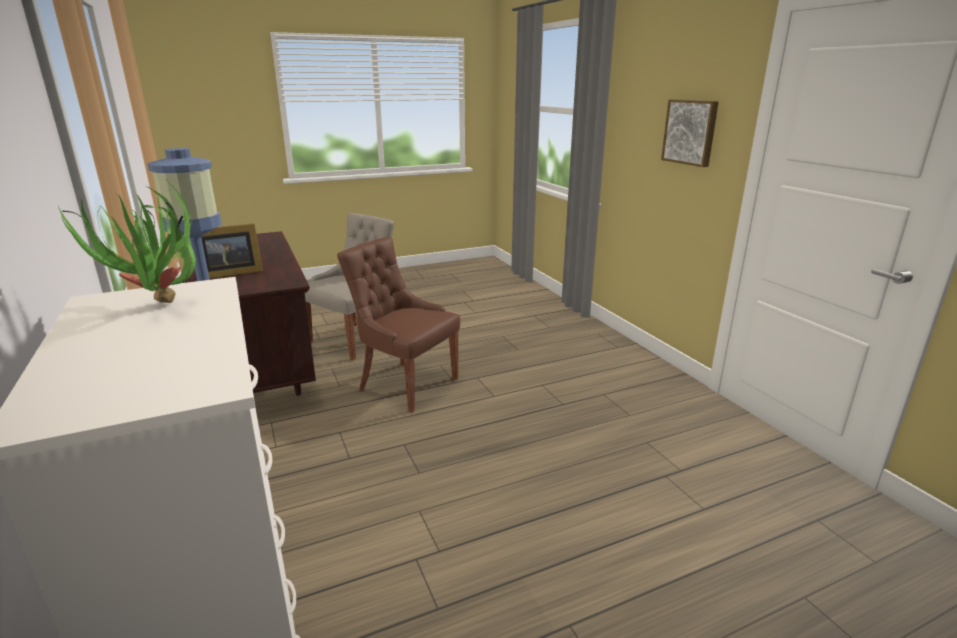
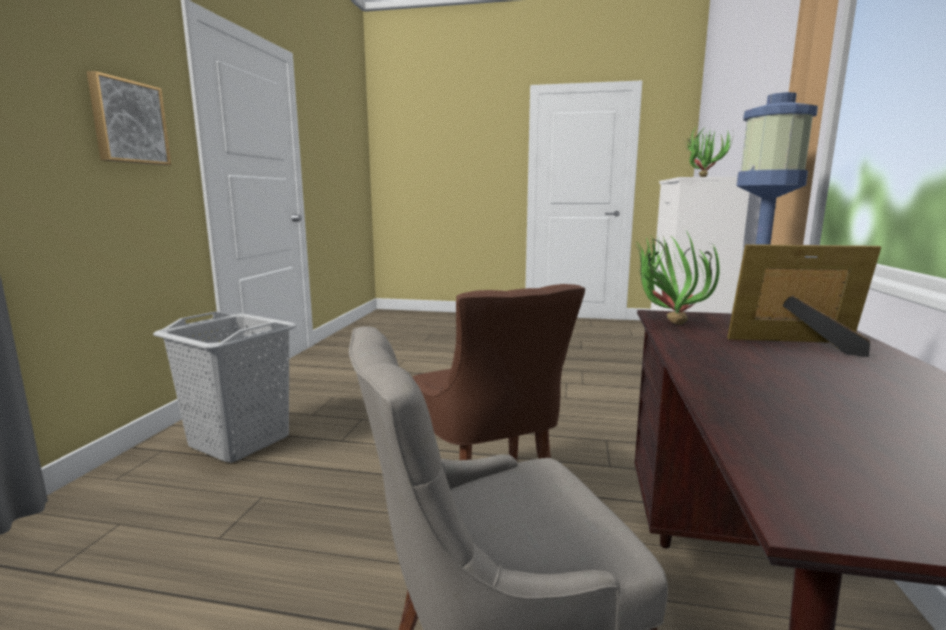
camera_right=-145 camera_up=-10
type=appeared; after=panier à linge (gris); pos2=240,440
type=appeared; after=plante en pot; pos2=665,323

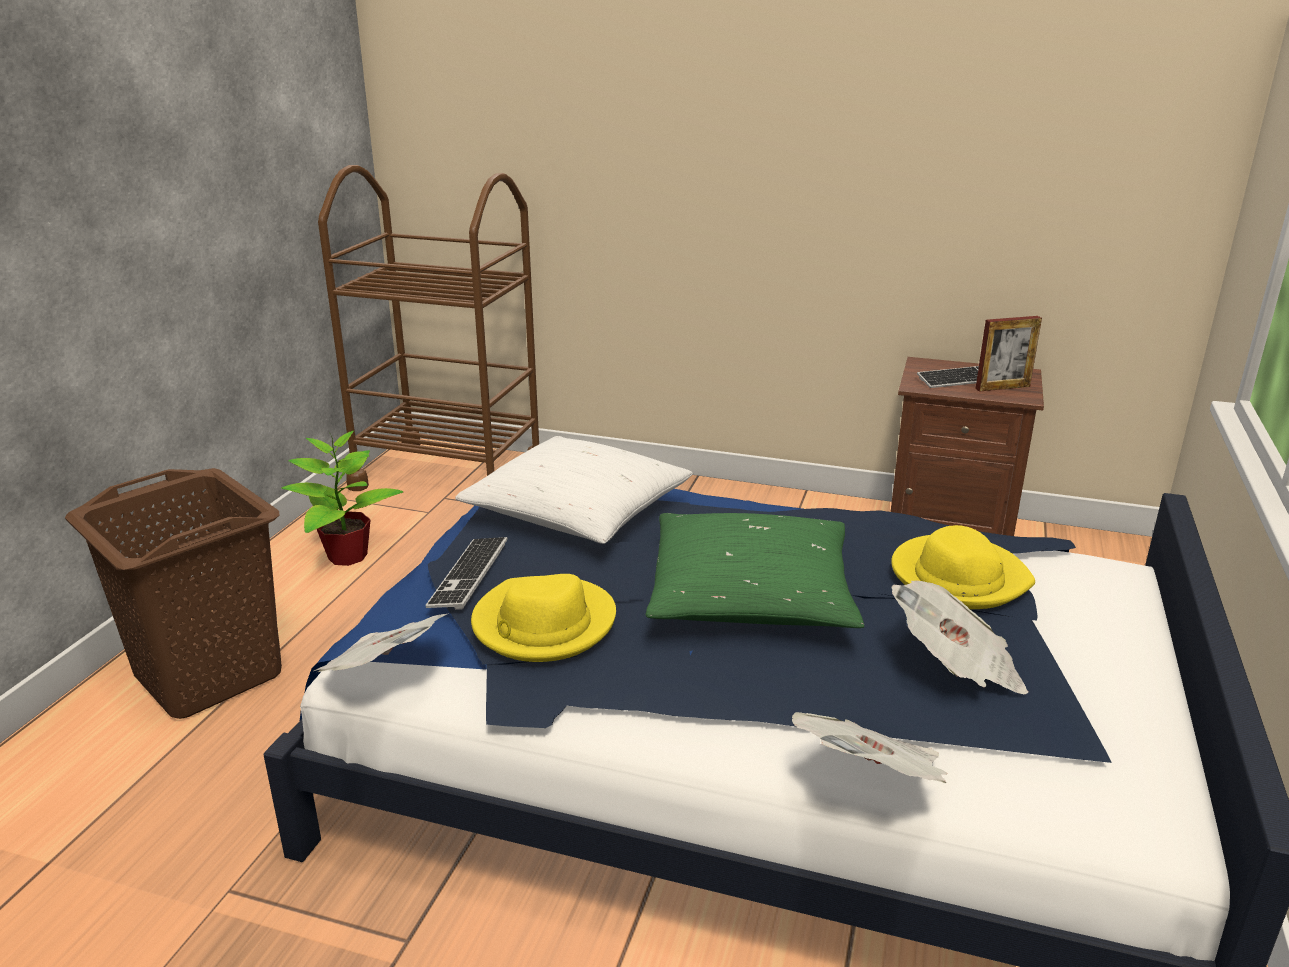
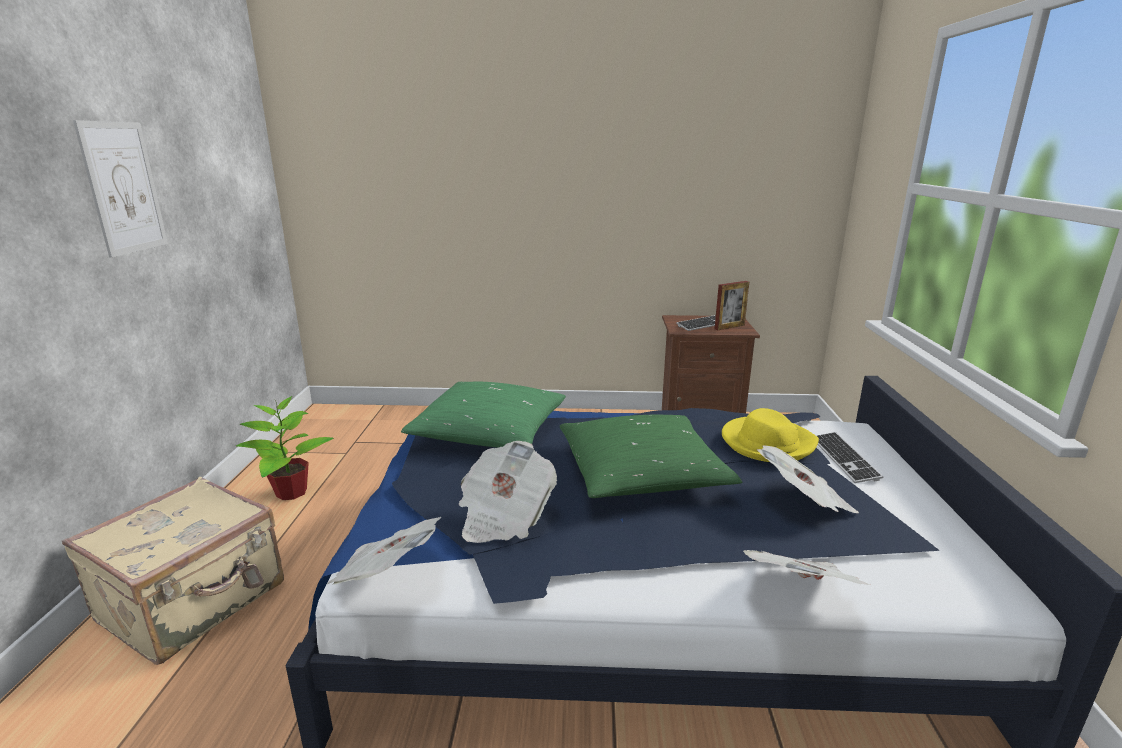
camera_right=-15 camera_up=-5
type=exchanged; before=panier à linge (marron); after=valise (beige); pos1=209,673; pos2=195,602
type=appeared; after=tableau; pos2=123,188
type=colour; before=coussin (blanc); after=coussin (vert); pos1=578,511; pos2=489,432
type=exchanged; before=chapeau (jaune); after=journal; pos1=543,624; pos2=504,516
type=relocated; before=clavier; pos1=469,575; pos2=844,459
type=missing; before=chariot (marron); pos1=449,475

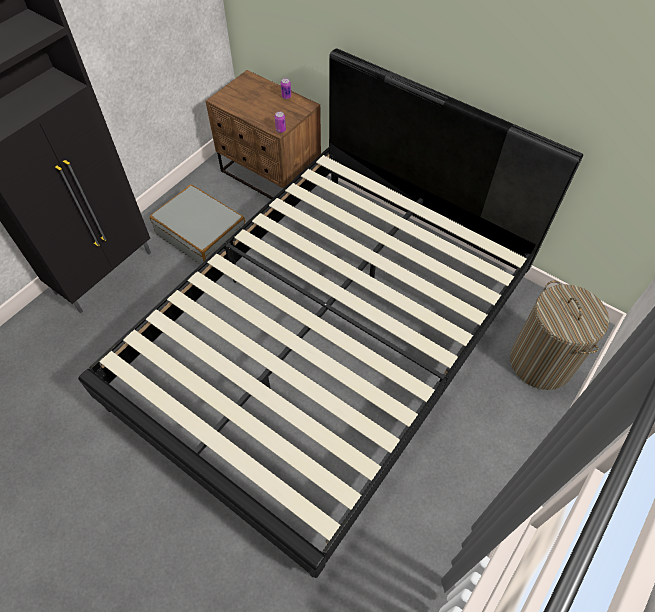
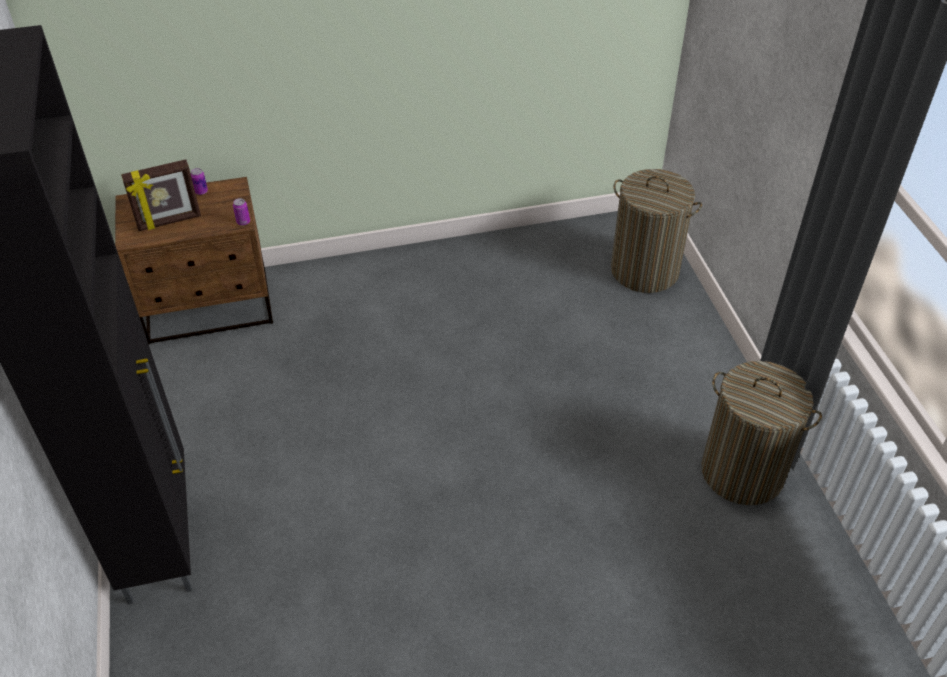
camera_right=-50 camera_up=-10
type=appeared; after=cadre photo; pos2=169,222
type=appeared; after=panier à linge; pos2=742,472
type=missing; before=lit (noir); pos1=328,341
type=missing; before=valise (gris); pos1=202,234

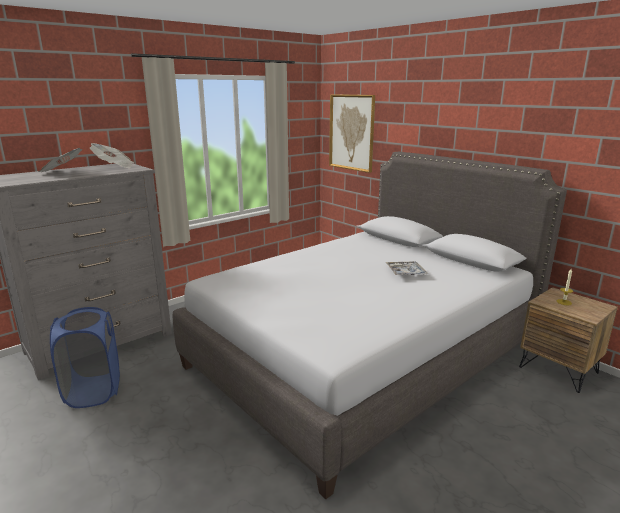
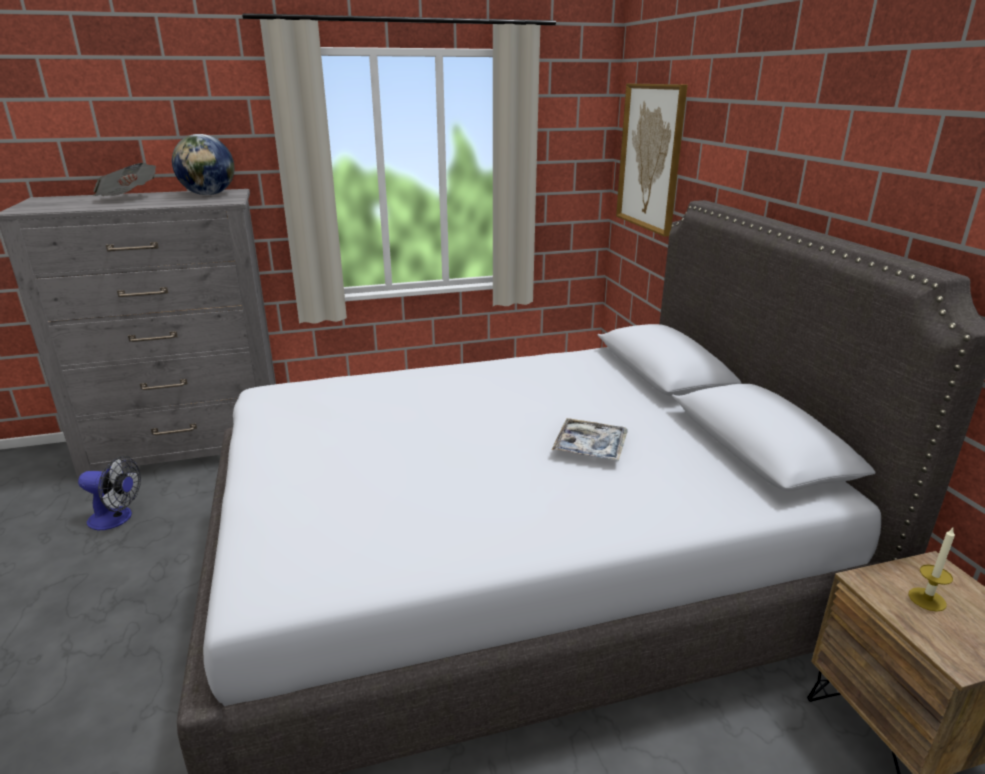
camera_right=25 camera_up=5
type=exchanged; before=panier à linge (bleu); after=ventilateur; pos1=93,391; pos2=117,519
type=exchanged; before=journal; after=globe; pos1=114,166; pos2=209,194

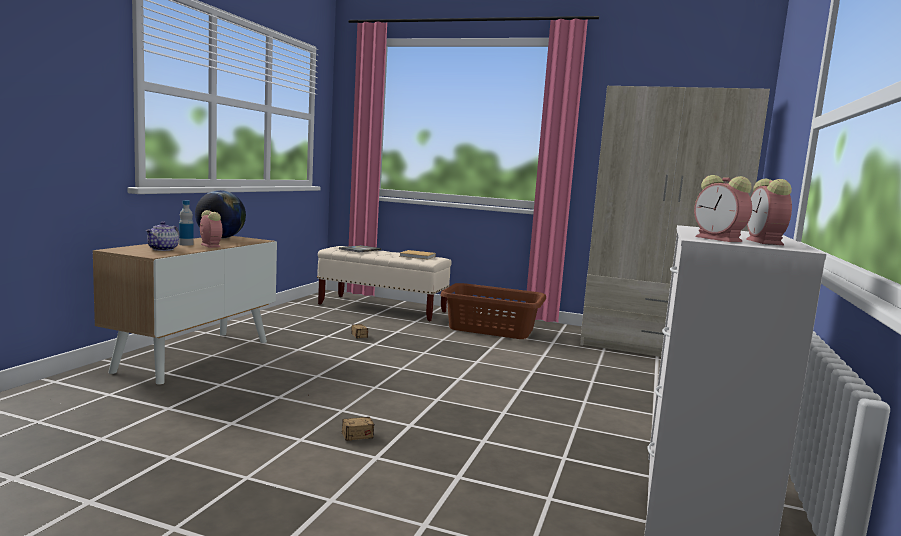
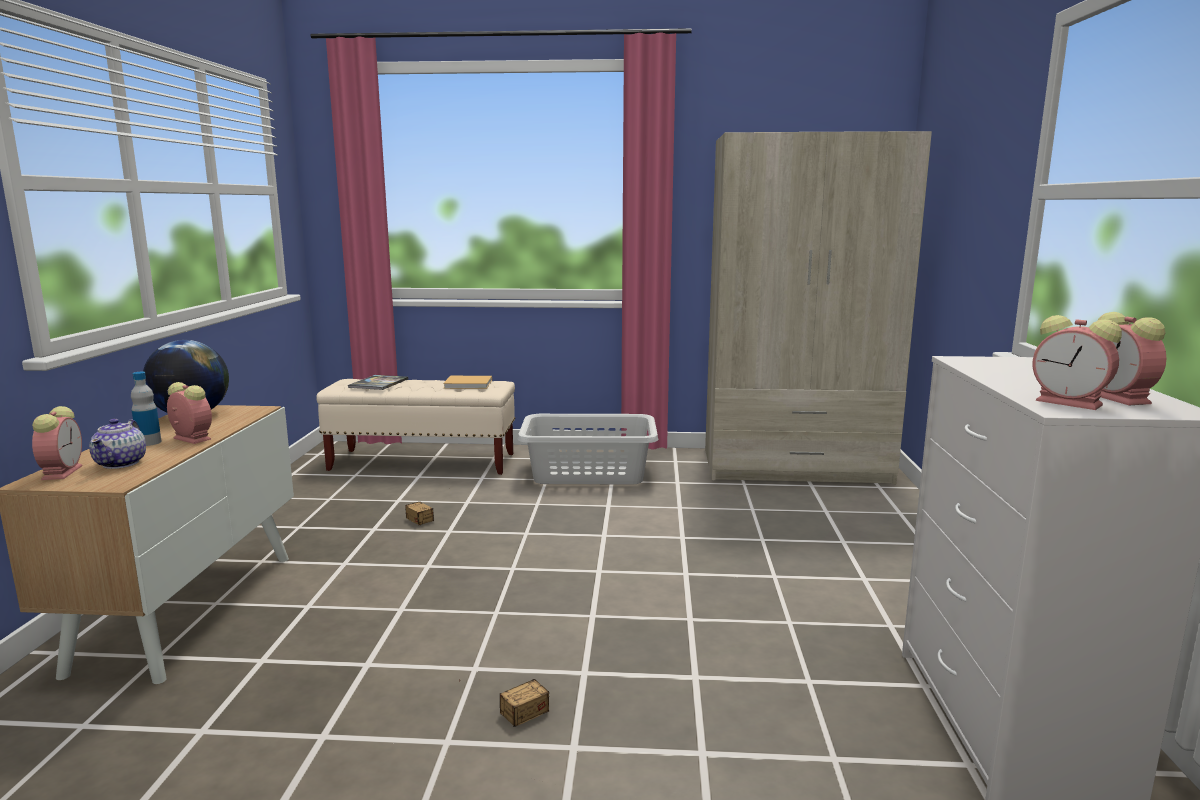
camera_right=-15 camera_up=5
type=appeared; after=réveil; pos2=62,472
type=colour; before=panier à linge (marron); after=panier à linge (gris); pos1=491,328; pos2=588,473

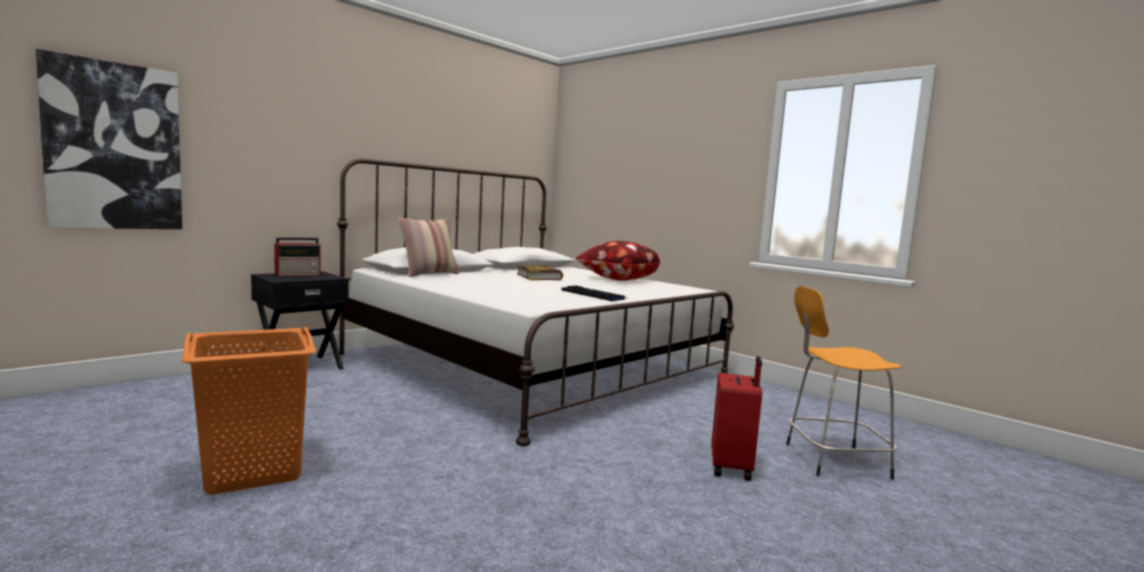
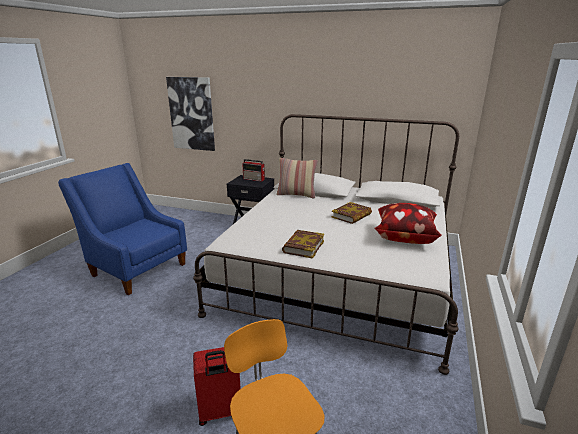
camera_right=65 camera_up=15
type=exchanged; before=panier à linge (orange); after=fauteuil (bleu); pos1=251,471; pos2=135,268
type=exchanged; before=clavier; after=livre; pos1=593,295; pos2=303,247

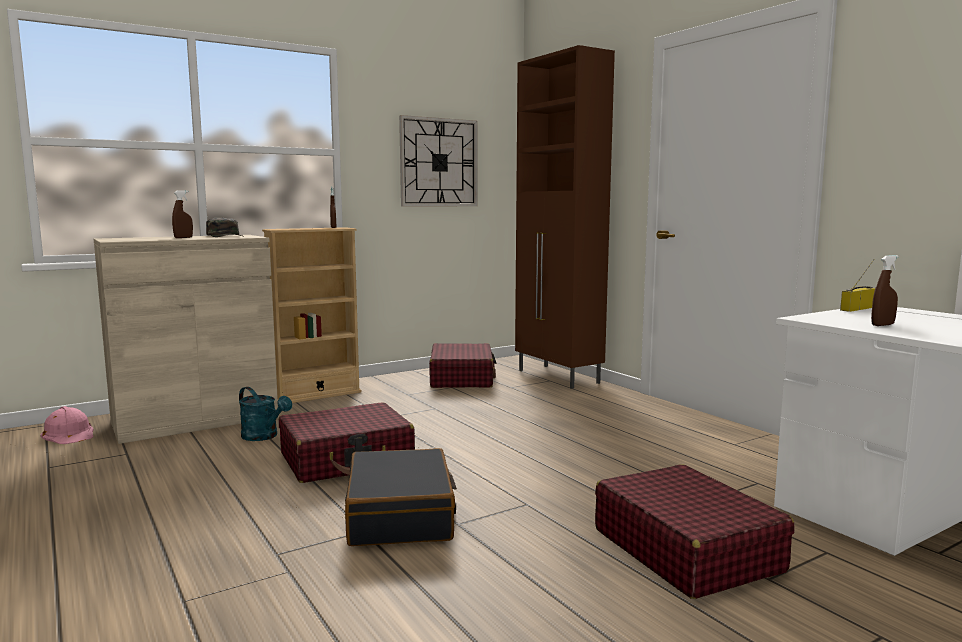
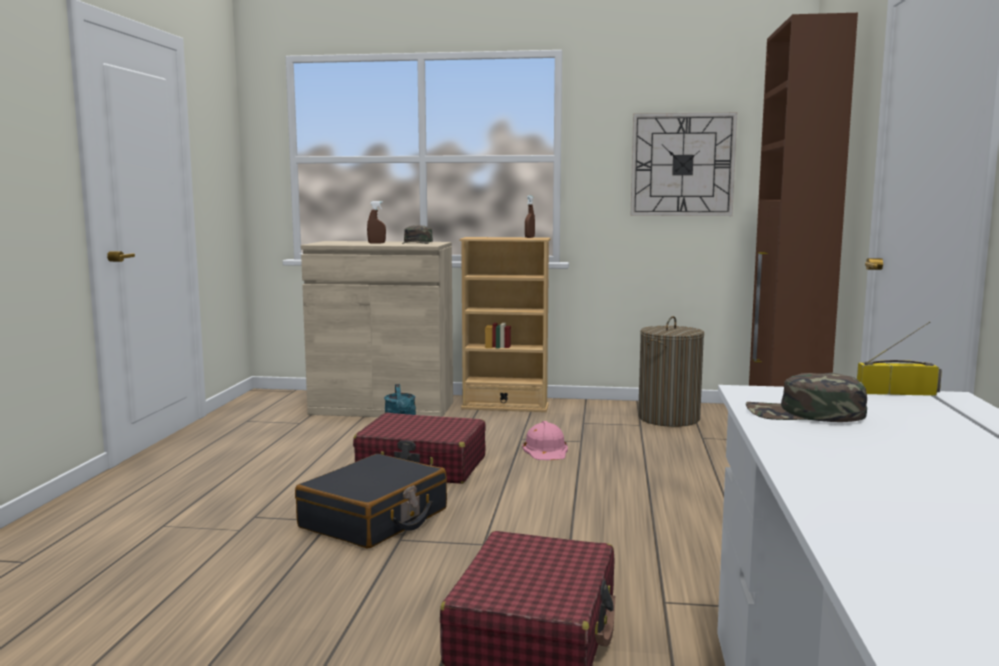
camera_right=40 camera_up=0
type=relocated; before=casque de chantier (rose); pos1=69,434; pos2=546,450
type=exchanged; before=valise (rouge); after=panier à linge; pos1=461,378; pos2=669,418
type=exchanged; before=vaporisateur (marron); after=casquette (vert); pos1=882,325; pos2=804,414

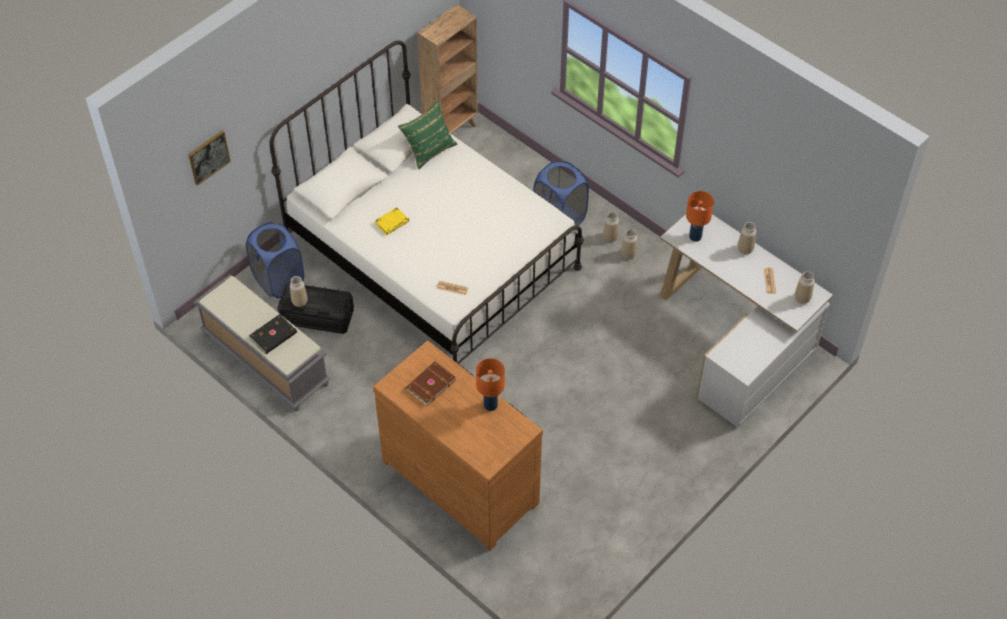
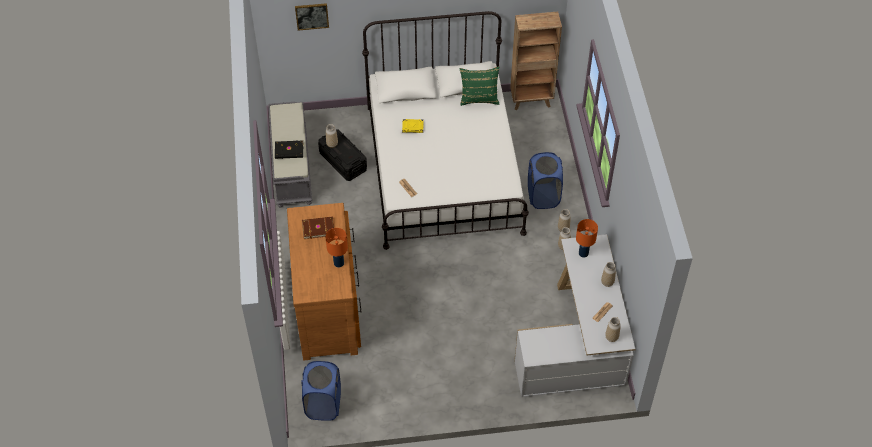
camera_right=40 camera_up=0
type=relocated; before=panier à linge (bleu); pos1=278,280; pos2=323,404

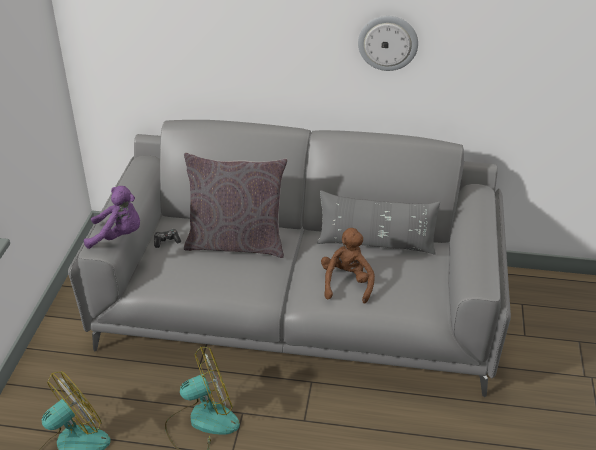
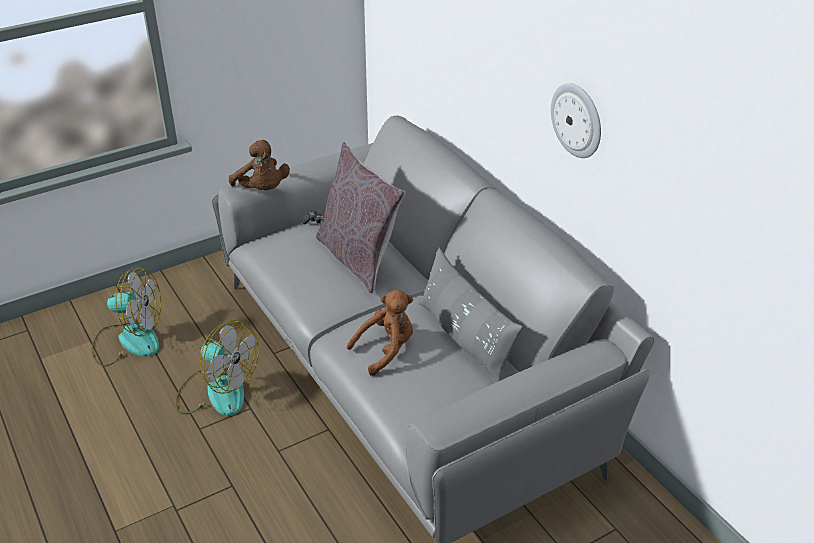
camera_right=50 camera_up=0
type=colour; before=peluche (violet); after=peluche (marron); pos1=118,236; pos2=262,190

